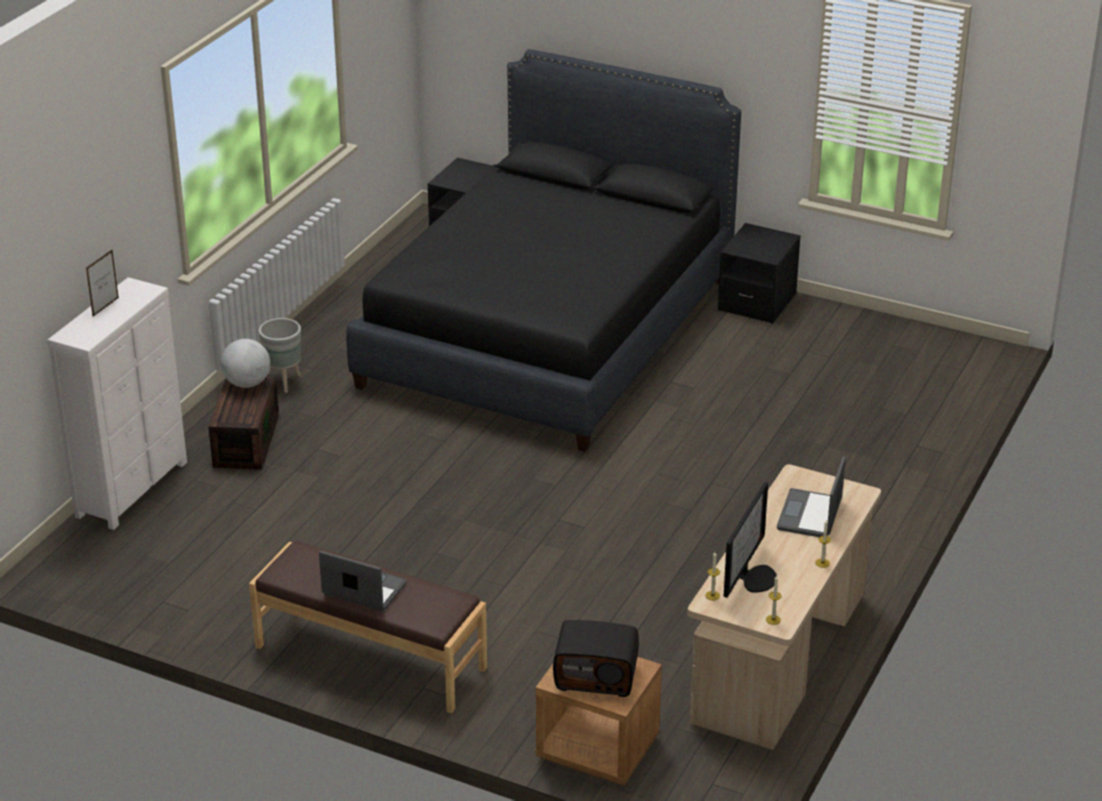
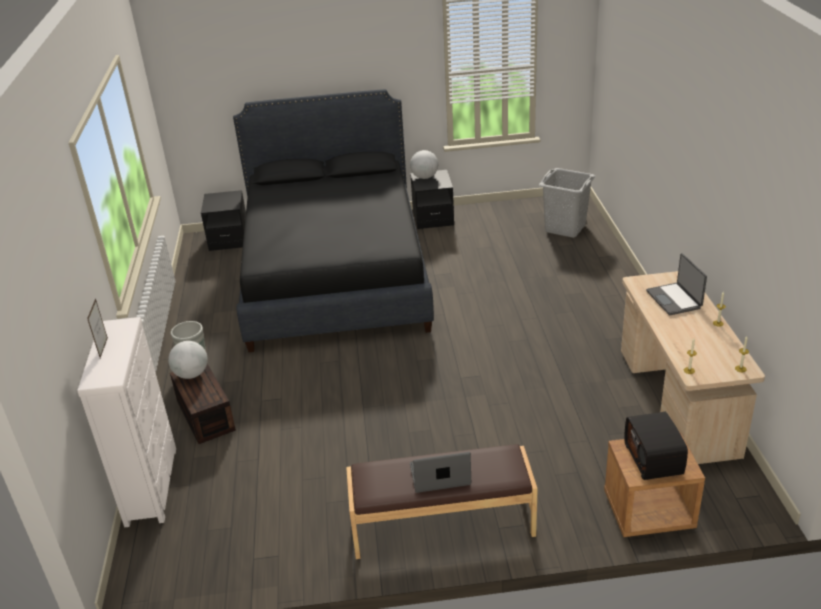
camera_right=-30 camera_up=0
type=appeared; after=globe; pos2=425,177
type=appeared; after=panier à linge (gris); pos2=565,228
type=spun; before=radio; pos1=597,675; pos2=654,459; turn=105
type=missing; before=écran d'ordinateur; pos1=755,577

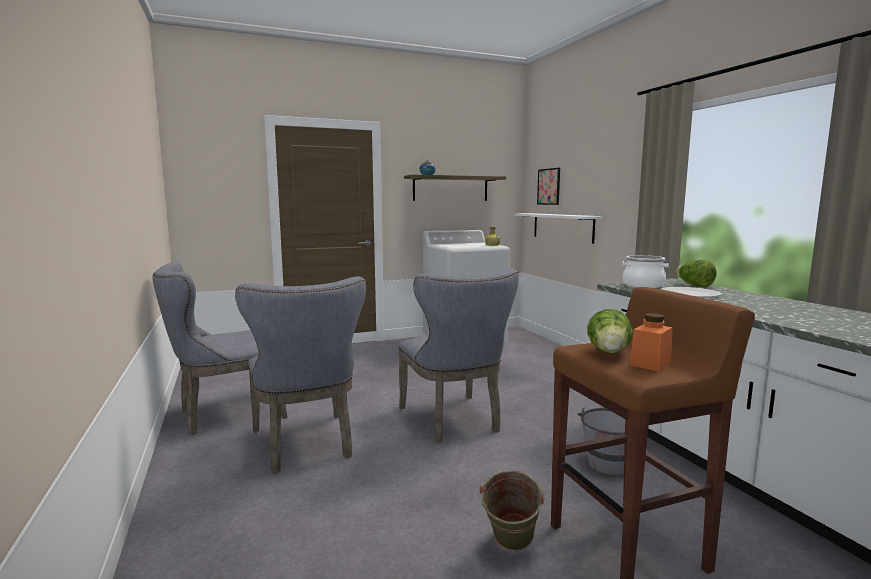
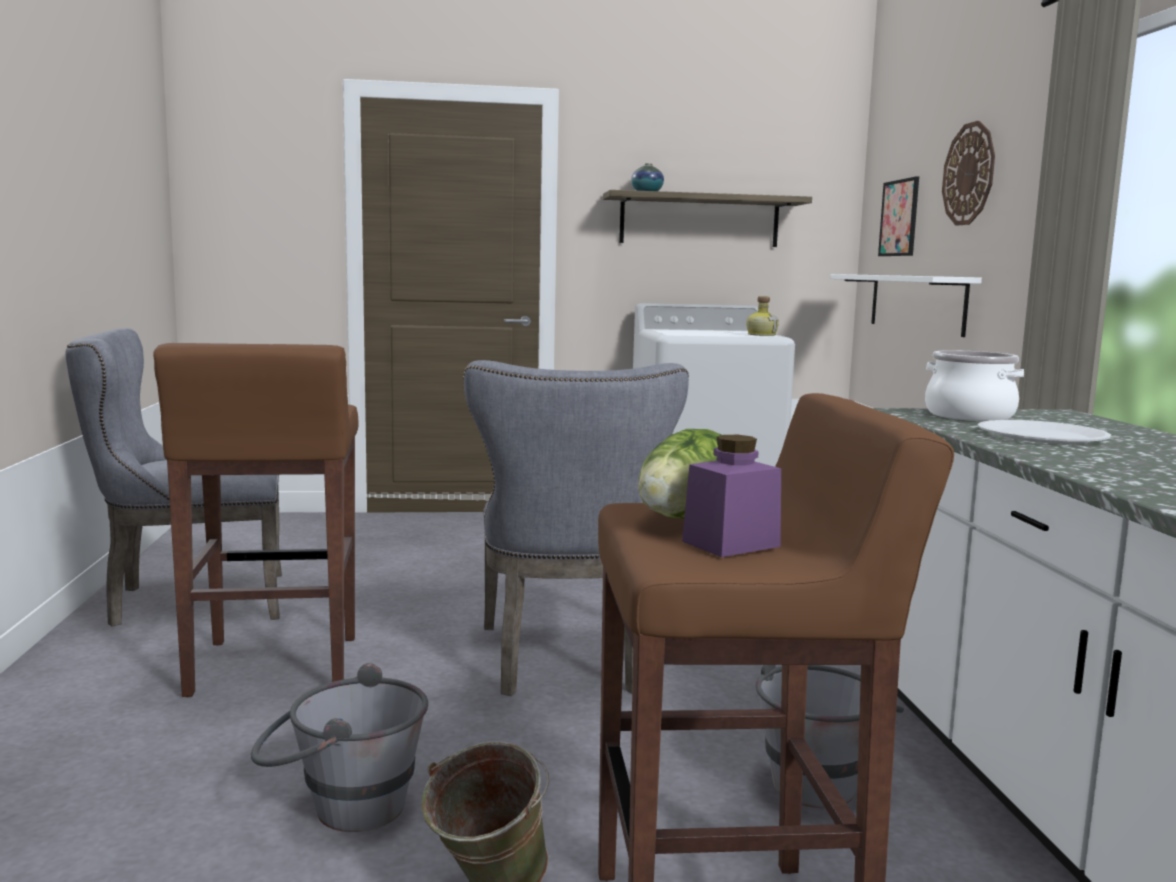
camera_right=15 camera_up=0
type=exchanged; before=chaise (gris); after=tabouret (marron); pos1=306,445; pos2=274,667
type=appeared; after=seau (gris); pos2=341,808
type=colour; before=bocal (orange); after=bocal (violet); pos1=650,364; pos2=731,544
type=appeared; after=horloge murale; pos2=969,174
type=missing; before=laitue; pos1=694,285

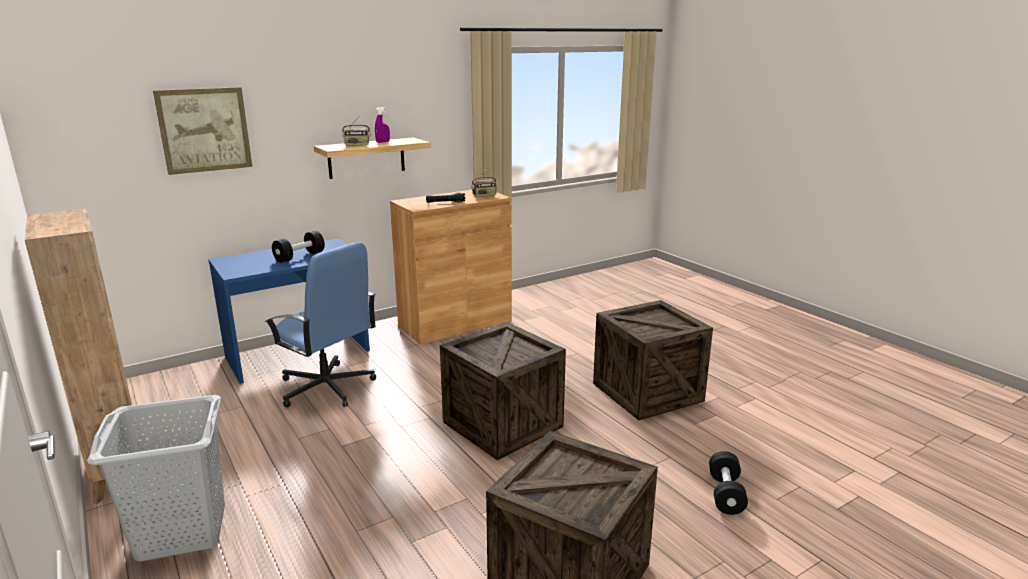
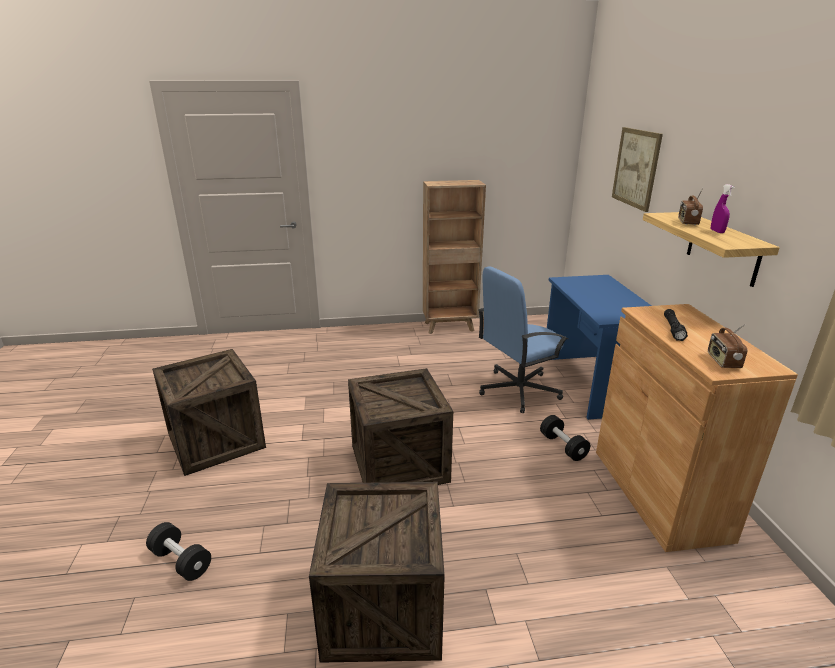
camera_right=115 camera_up=5
type=relocated; before=haltère (noir); pos1=299,257; pos2=563,446
type=missing; before=panier à linge (gris); pos1=182,532

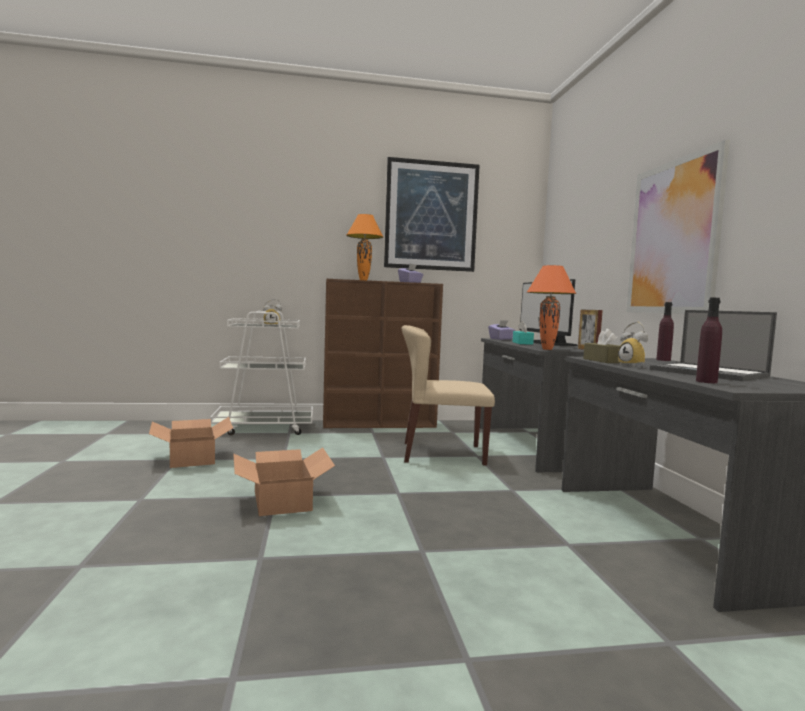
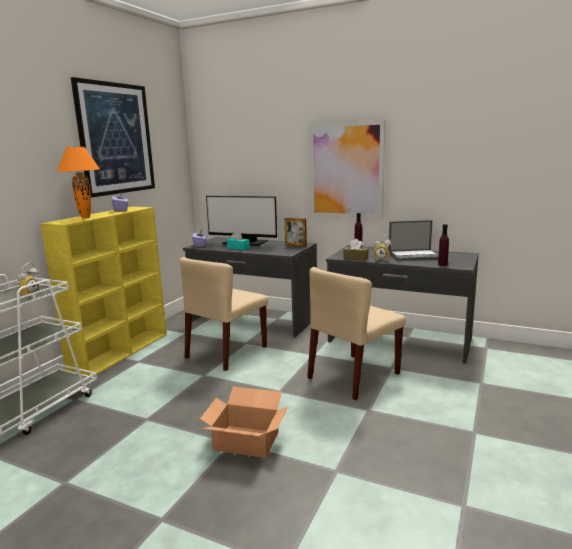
camera_right=-55 camera_up=10
type=colour; before=bibliothèque (marron); after=bibliothèque (jaune); pos1=380,424; pos2=121,352
type=appeared; after=chaise (beige); pos2=353,376
type=missing; before=carton; pos1=193,458
type=missing; before=lampe de table (orange); pos1=548,349

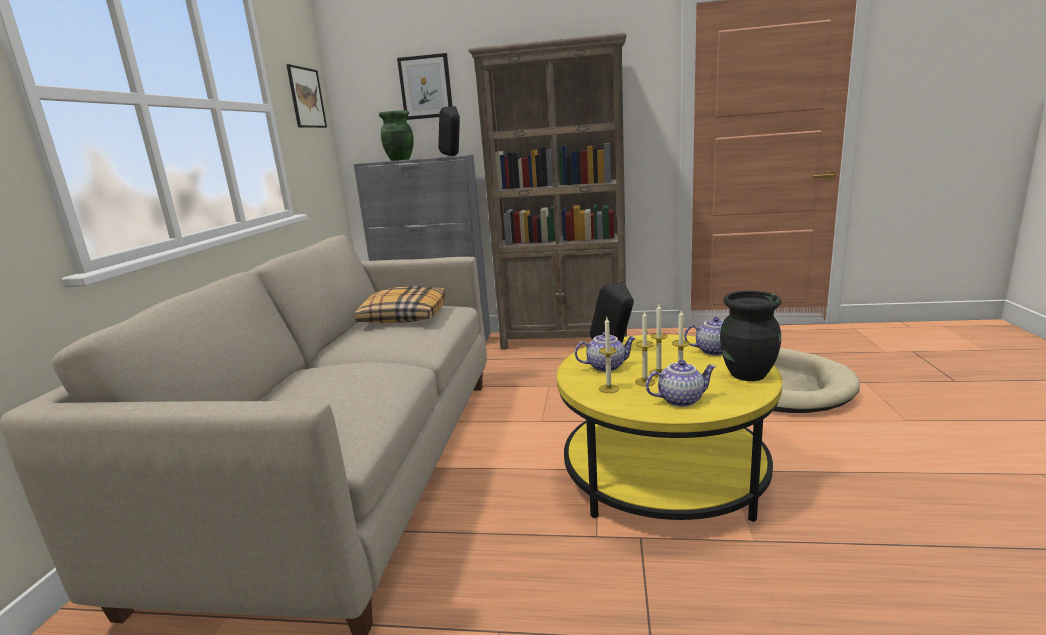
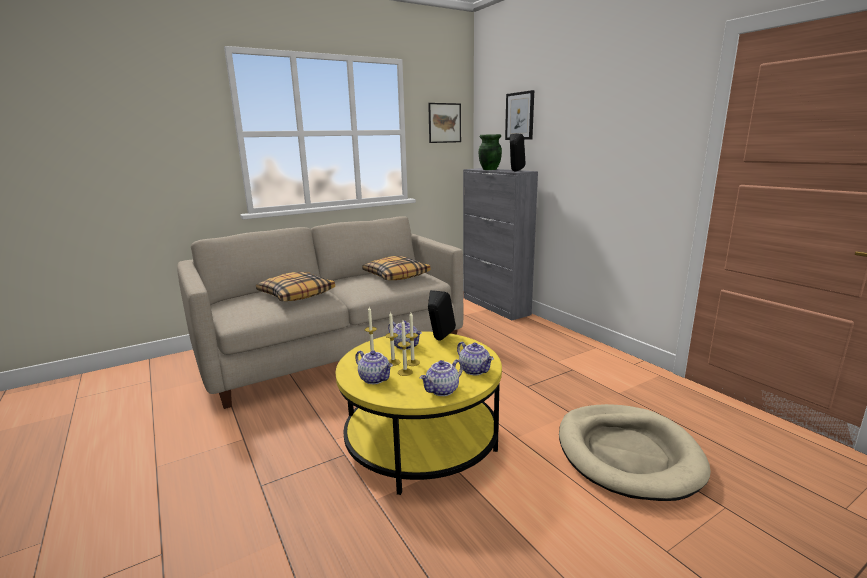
camera_right=50 camera_up=0
type=appeared; after=coussin; pos2=296,294
type=exchanged; before=vase (noir); after=théière; pos1=748,374; pos2=442,391
type=missing; before=bibliothèque (marron); pos1=565,339

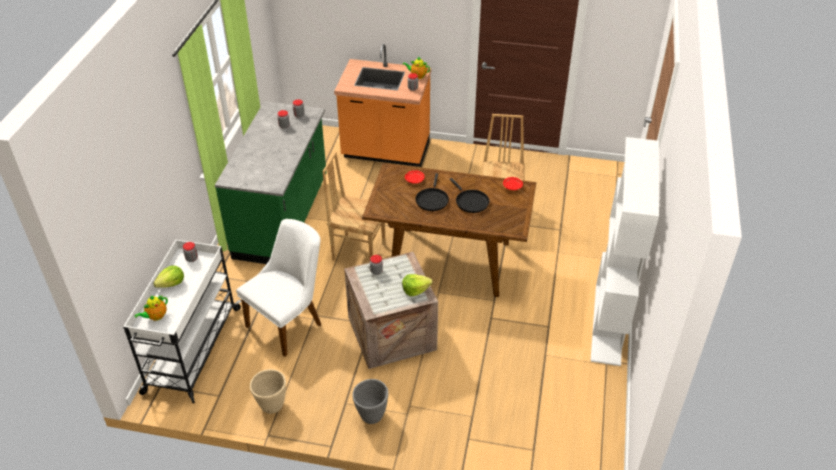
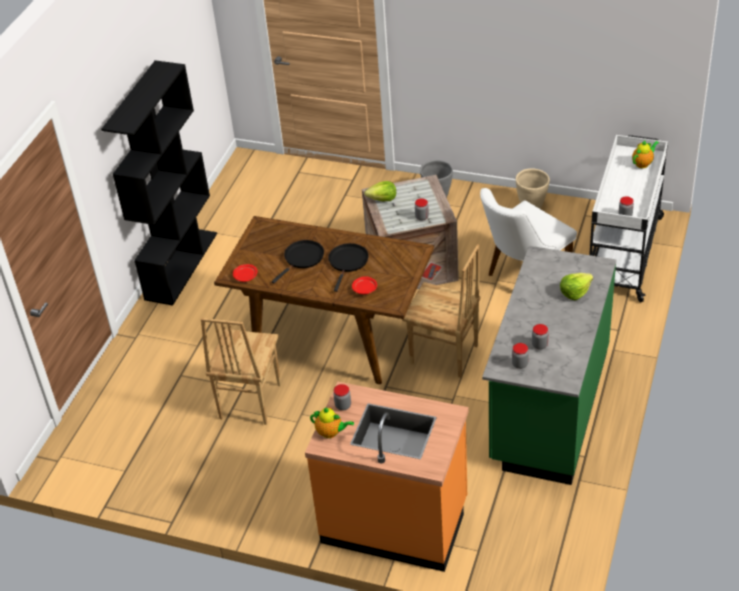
camera_right=-170 camera_up=0
type=colour; before=bibliothèque (blanc); after=bibliothèque (noir); pos1=608,324; pos2=181,265
type=spun; before=poêle (noir); pos1=470,202; pos2=302,258; turn=60
type=relocated; before=laitue; pos1=171,284; pos2=575,292

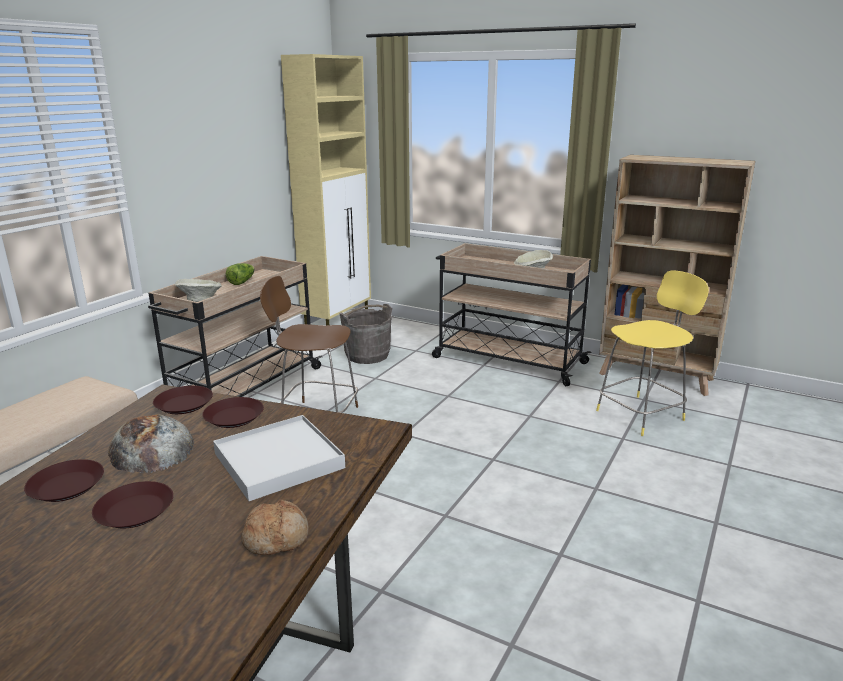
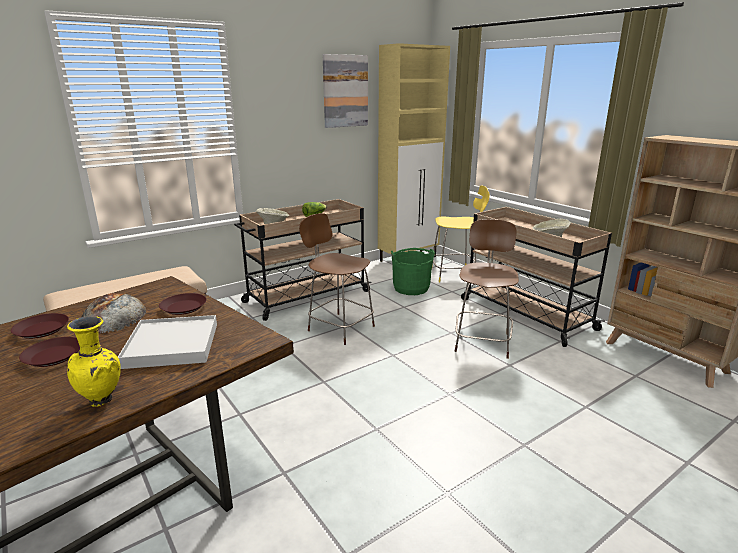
camera_right=25 camera_up=0
type=exchanged; before=pain; after=vase (jaune); pos1=276,537; pos2=103,400
type=appeared; after=tableau; pos2=345,91
type=colour; before=seau (gris); after=seau (vert); pos1=367,355; pos2=411,288
type=relocated; before=tabouret (jaune); pos1=642,414; pos2=455,274
type=appeared; after=tabouret (marron); pos2=482,341
type=missing; before=assiette (marron); pos1=184,404

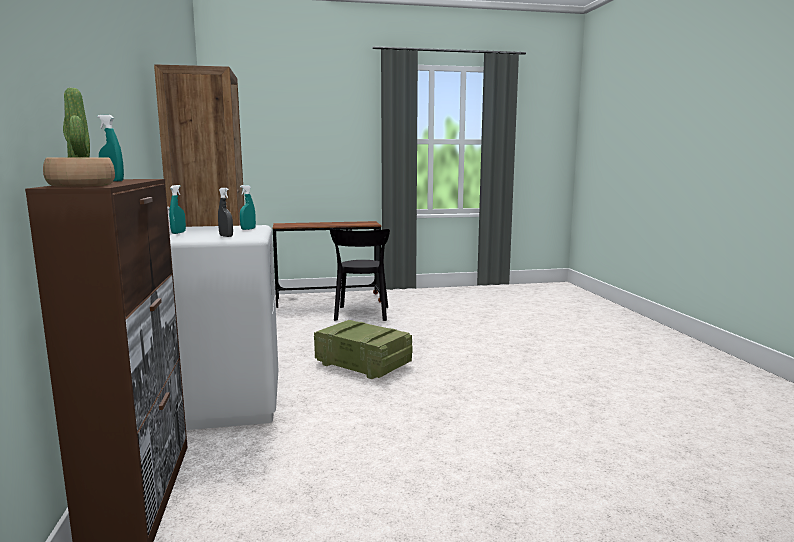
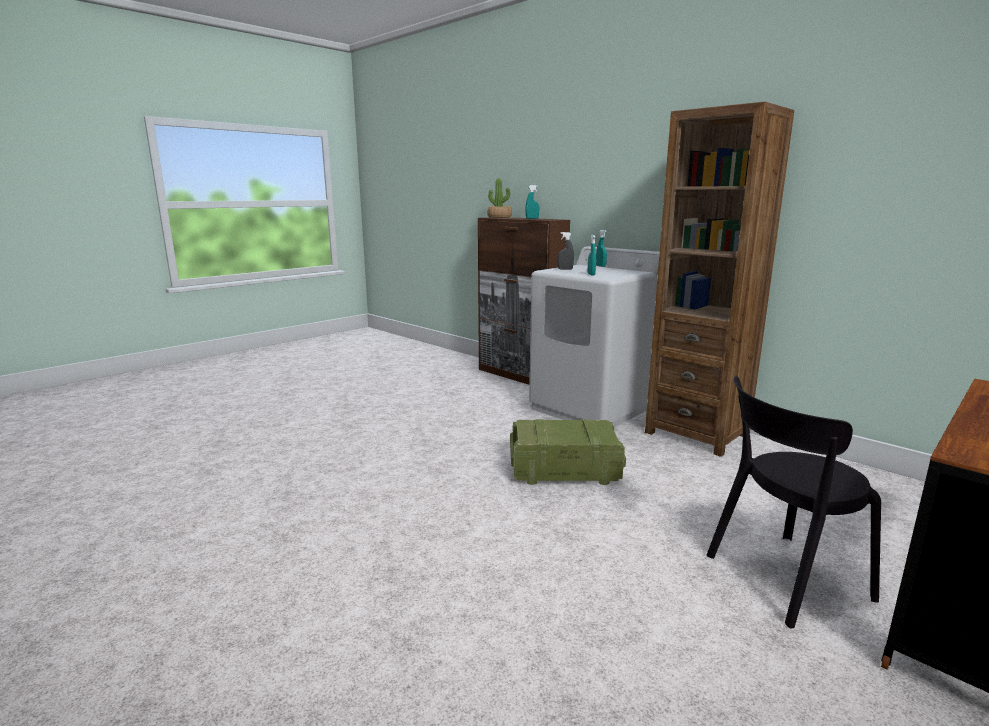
camera_right=145 camera_up=5
type=spun; before=chaise (noir); pos1=361,314; pos2=781,578; turn=-75

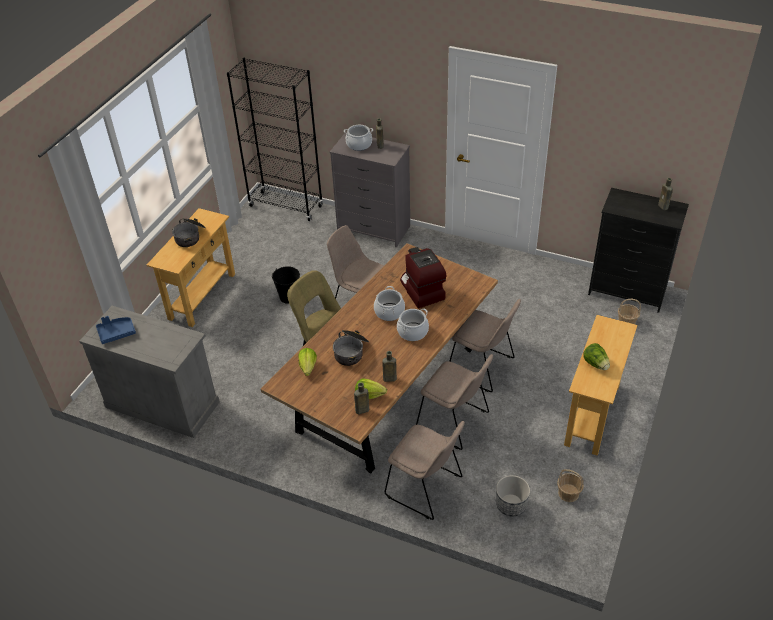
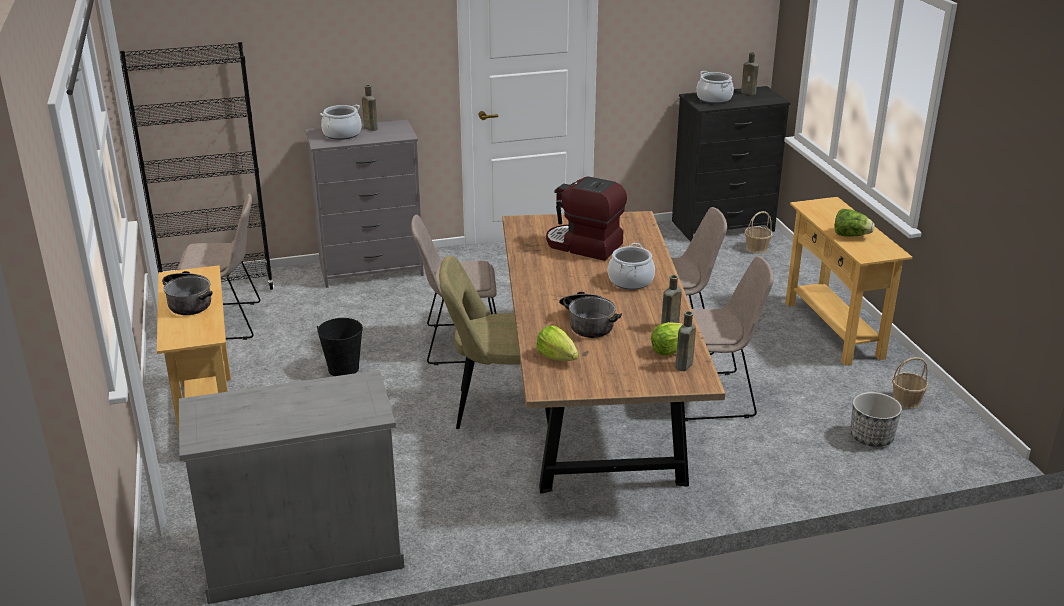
camera_right=-40 camera_up=-15
type=relocated; before=chaise (beige); pos1=426,488; pos2=226,322
type=relocated; before=marmite; pos1=389,312; pos2=714,99
type=missing; before=plateau (bleu); pos1=116,333

